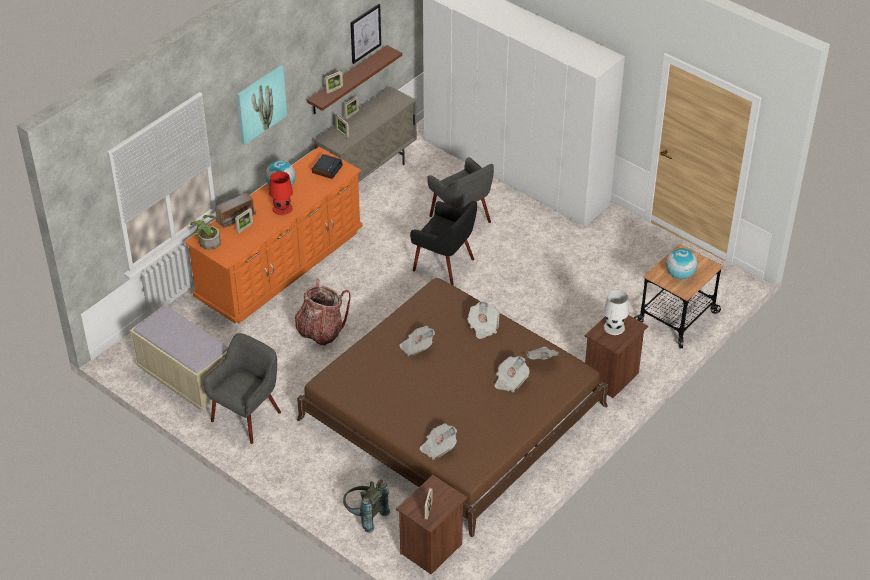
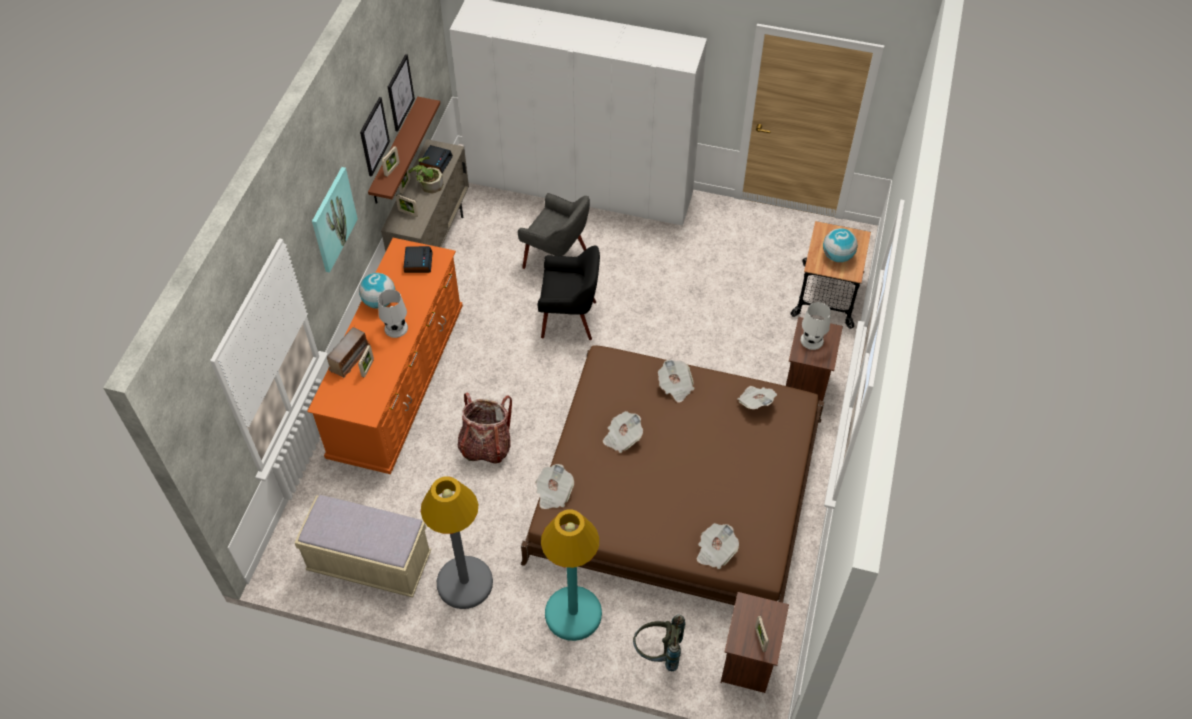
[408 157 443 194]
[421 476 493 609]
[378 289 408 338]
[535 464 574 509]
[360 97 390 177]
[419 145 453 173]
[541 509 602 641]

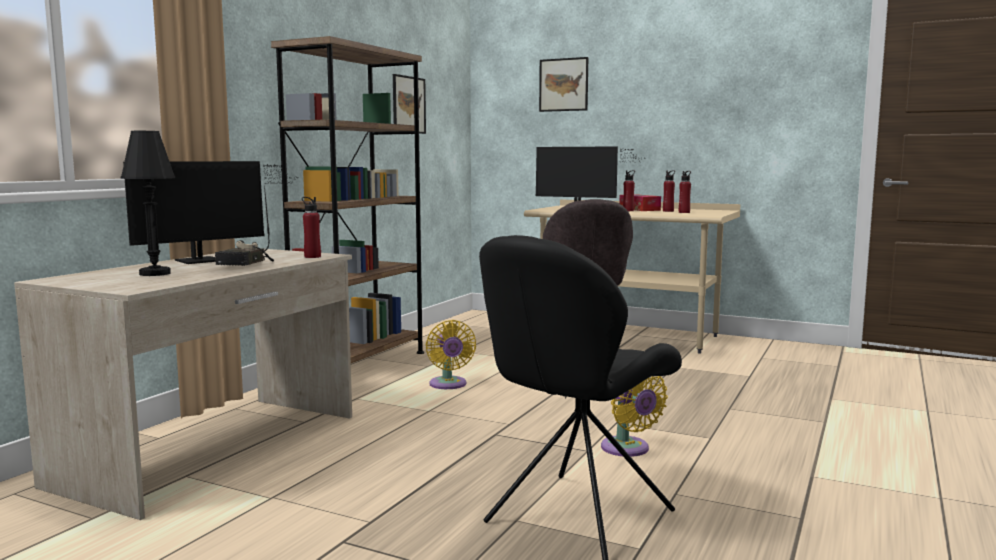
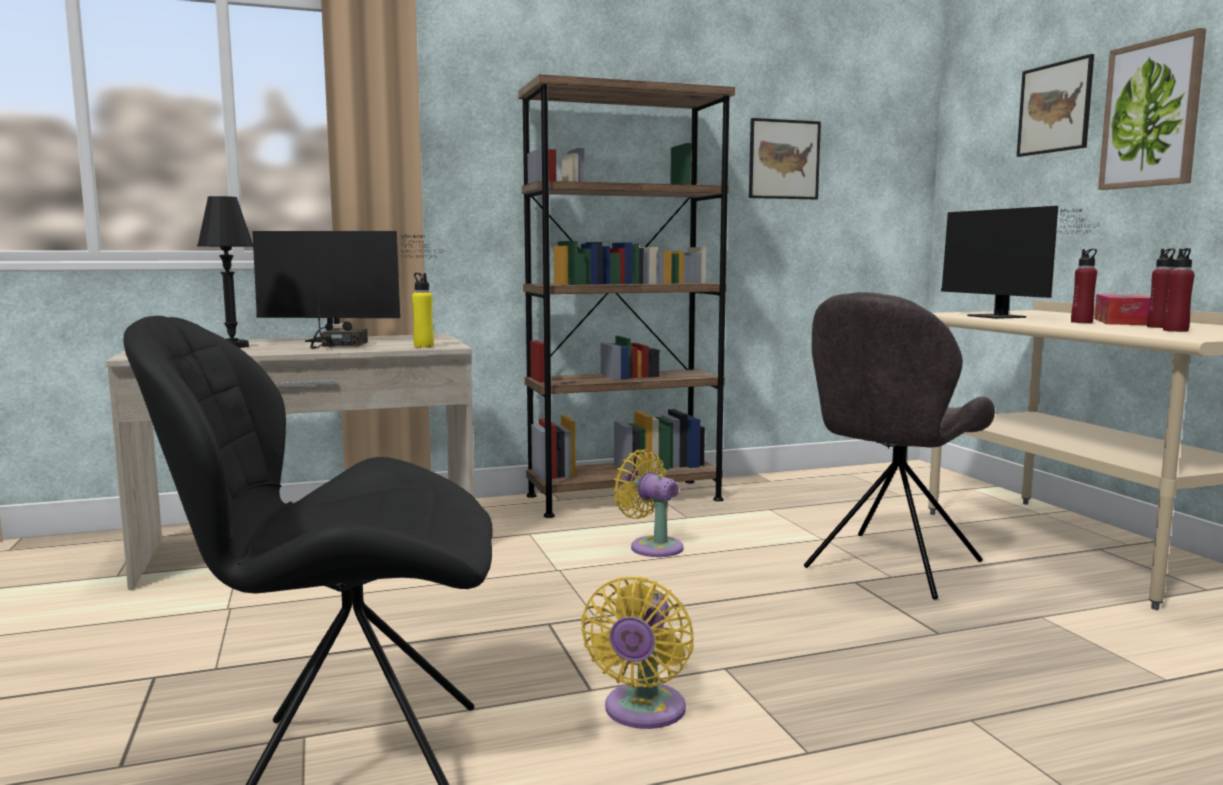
[310 261 368 349]
[412 273 434 348]
[613 449 683 557]
[1098 28 1206 190]

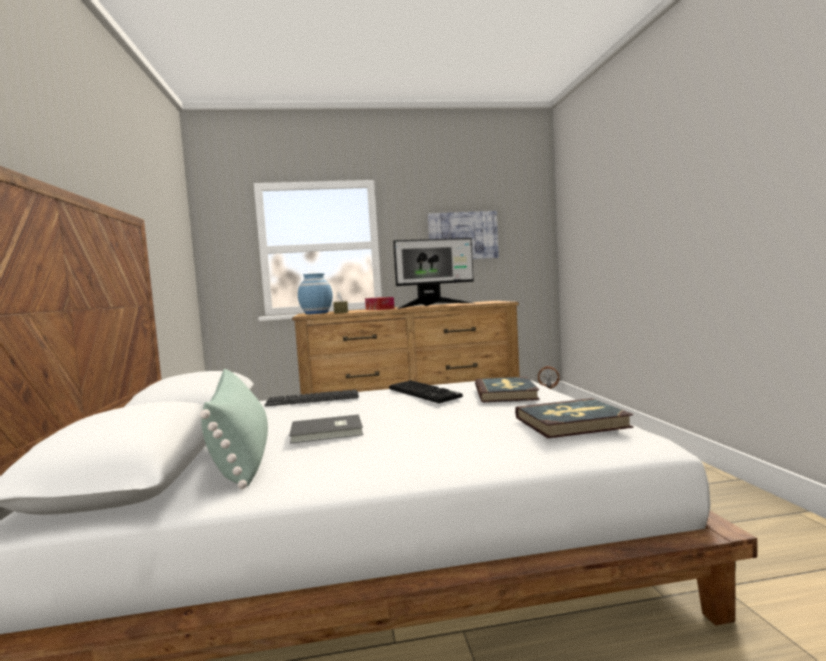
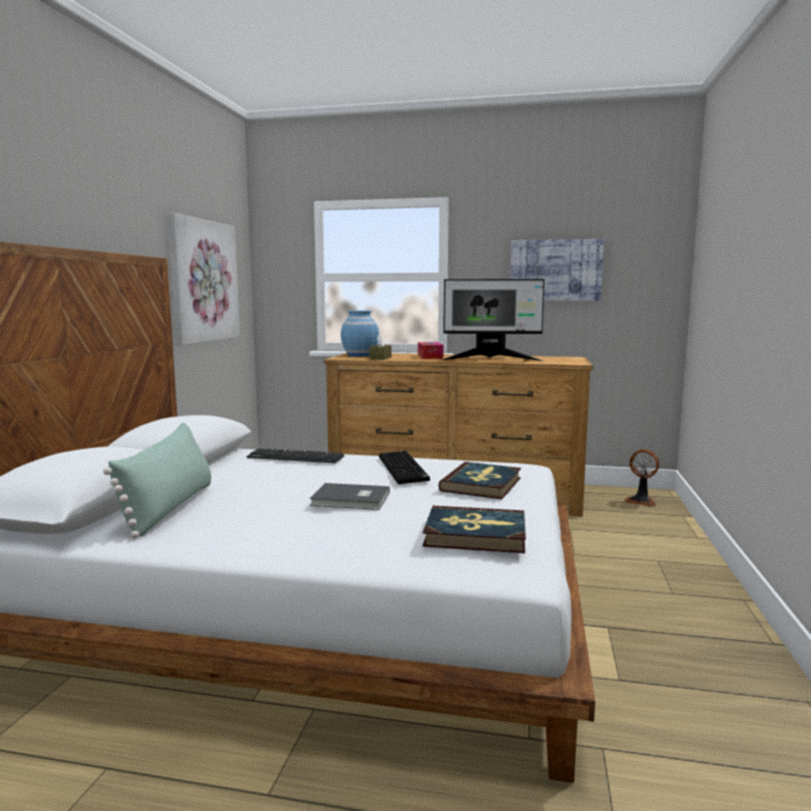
[310 483 390 510]
[168 213 240 345]

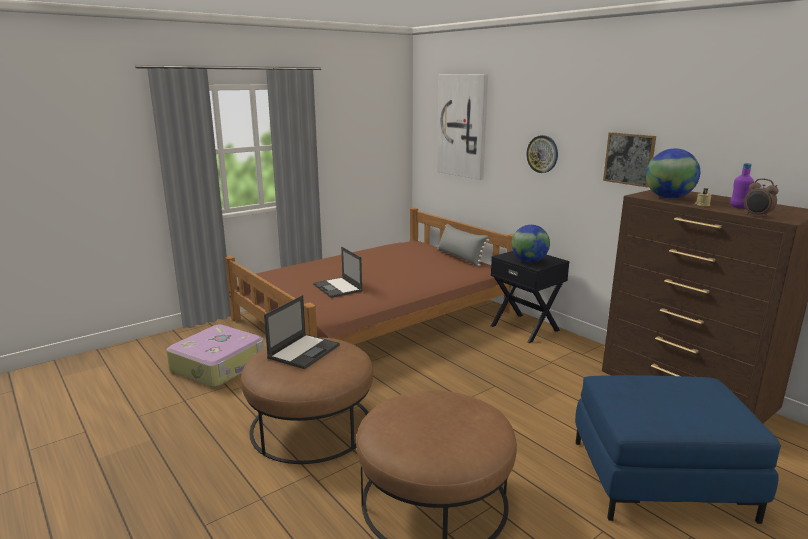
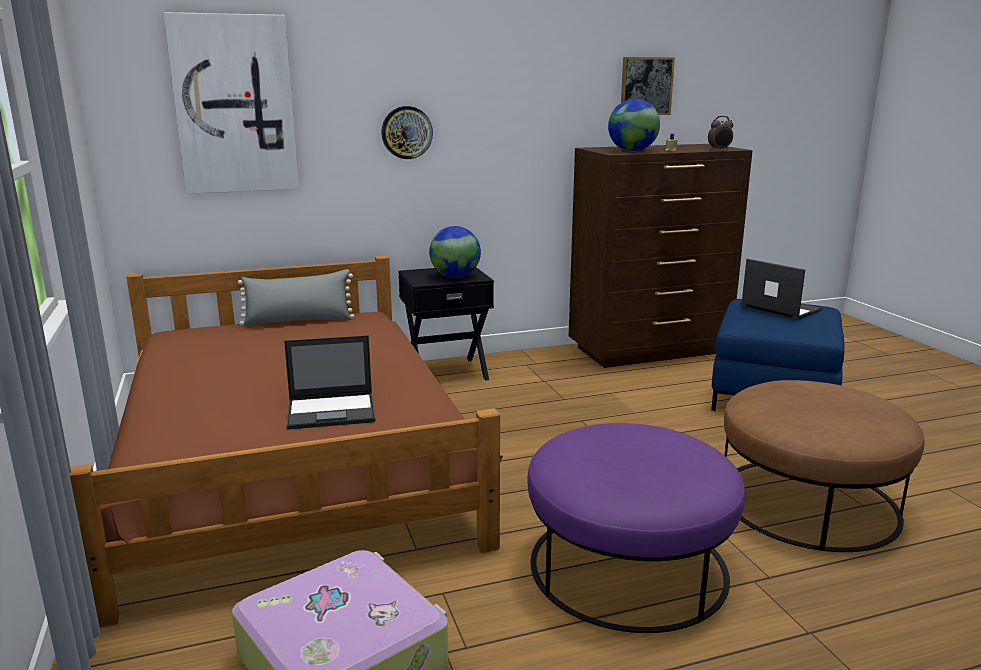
[527 423 745 633]
[741 259 822 320]
[621 57 675 115]
[730 163 754 209] (first image)

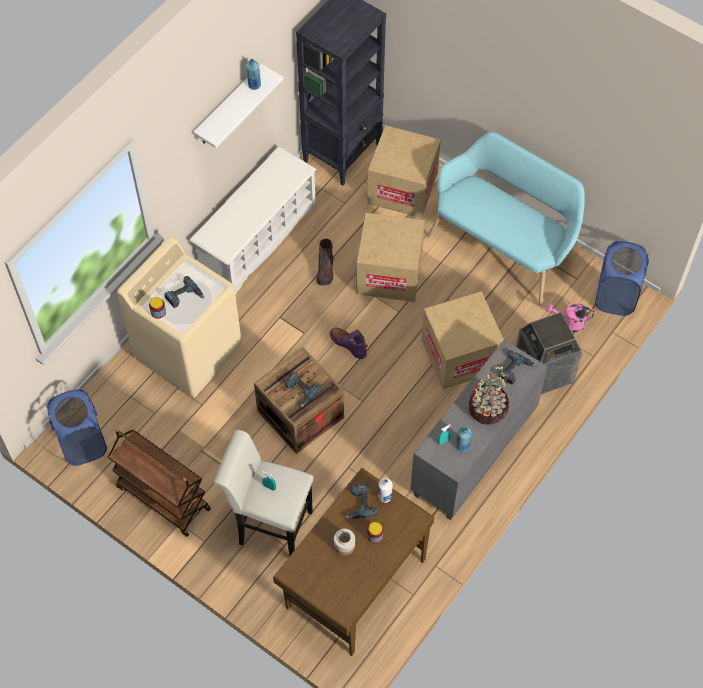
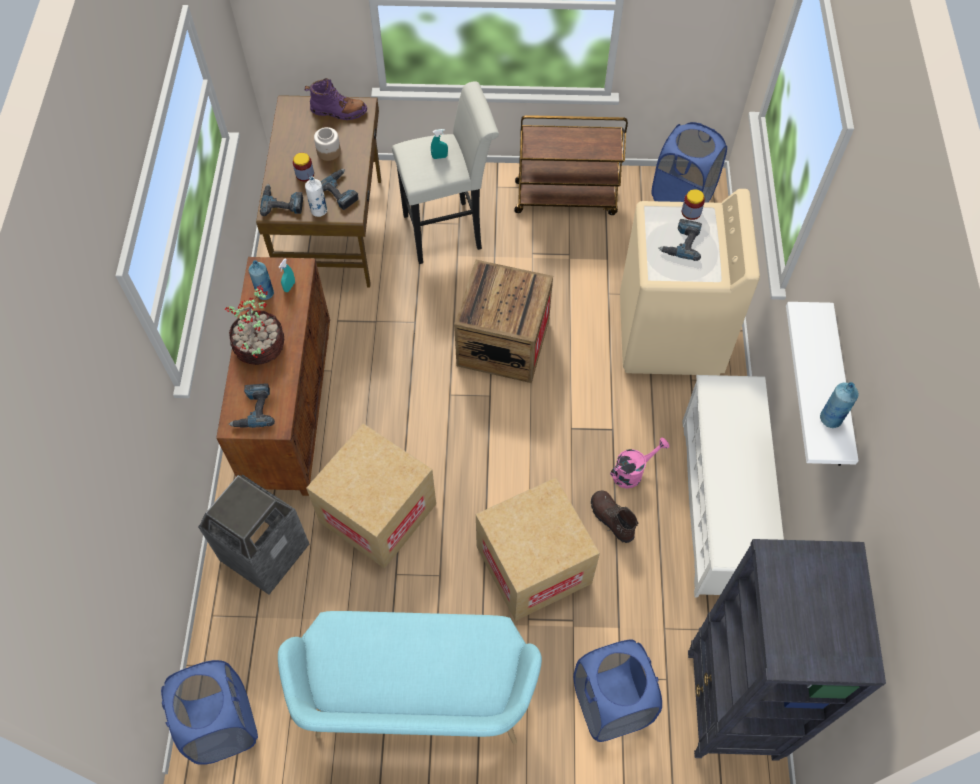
[260 184 303 216]
[305 78 367 120]
[573 639 662 742]
[216 257 330 496]
[610 438 670 489]

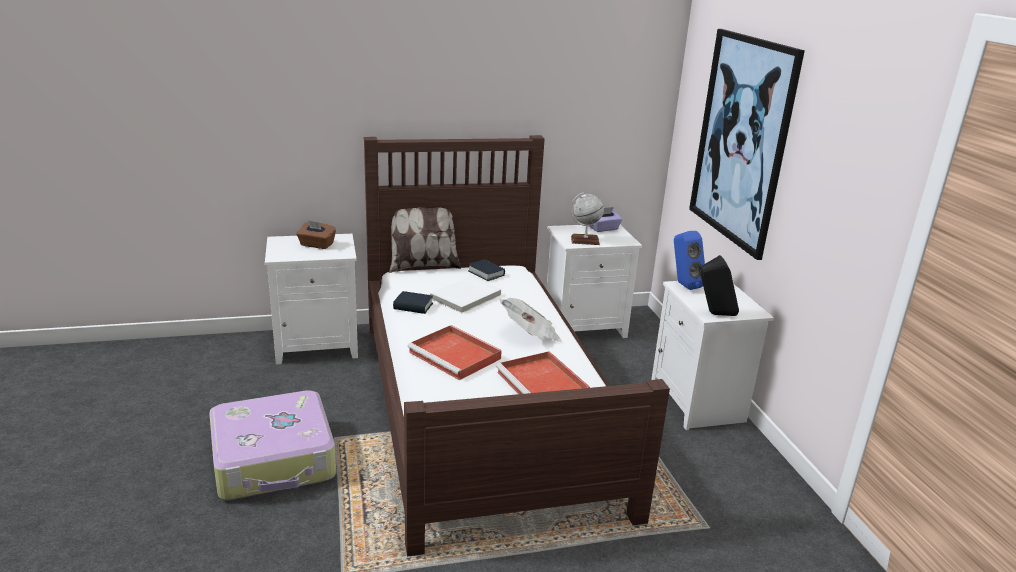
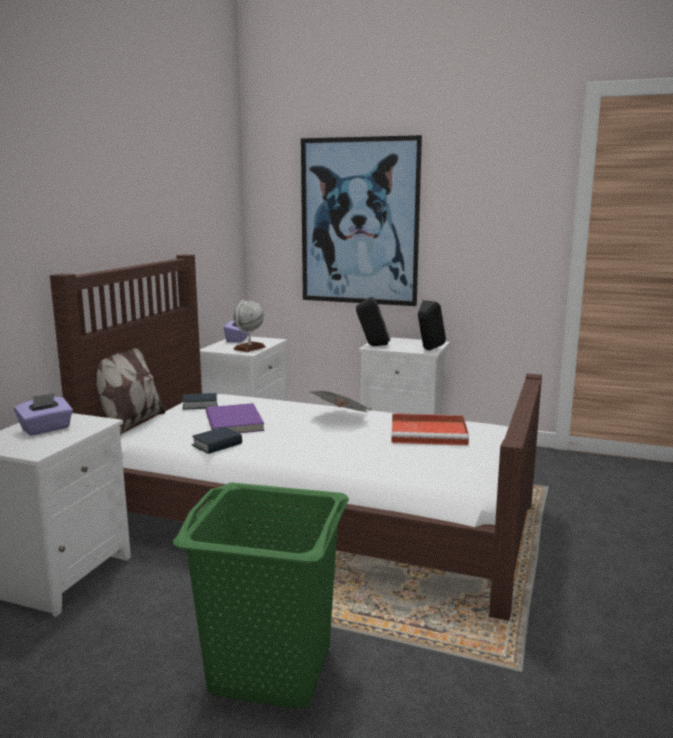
[173 482 349 709]
[14 393 73 436]
[408 325 502 380] (first image)
[206 403 265 433]
[356 297 390 346]

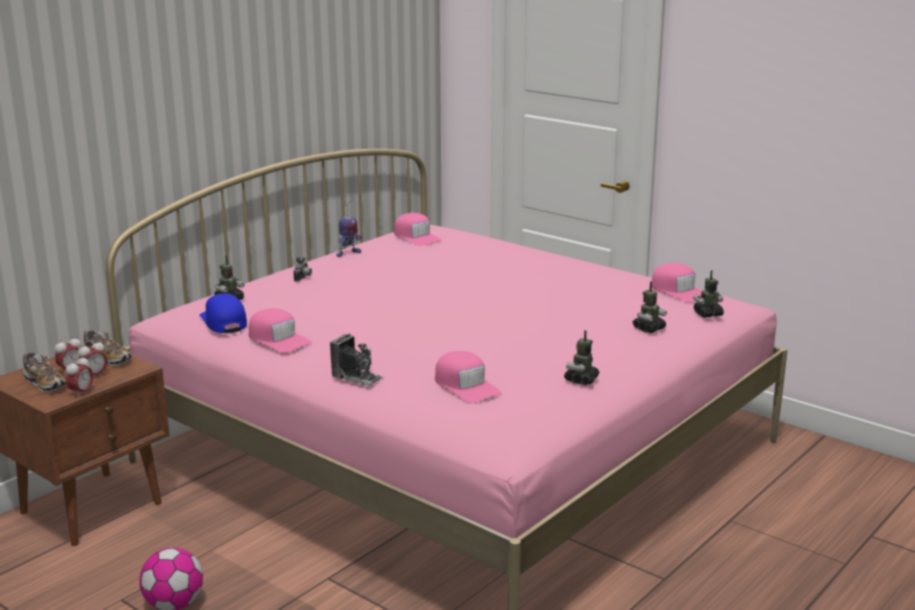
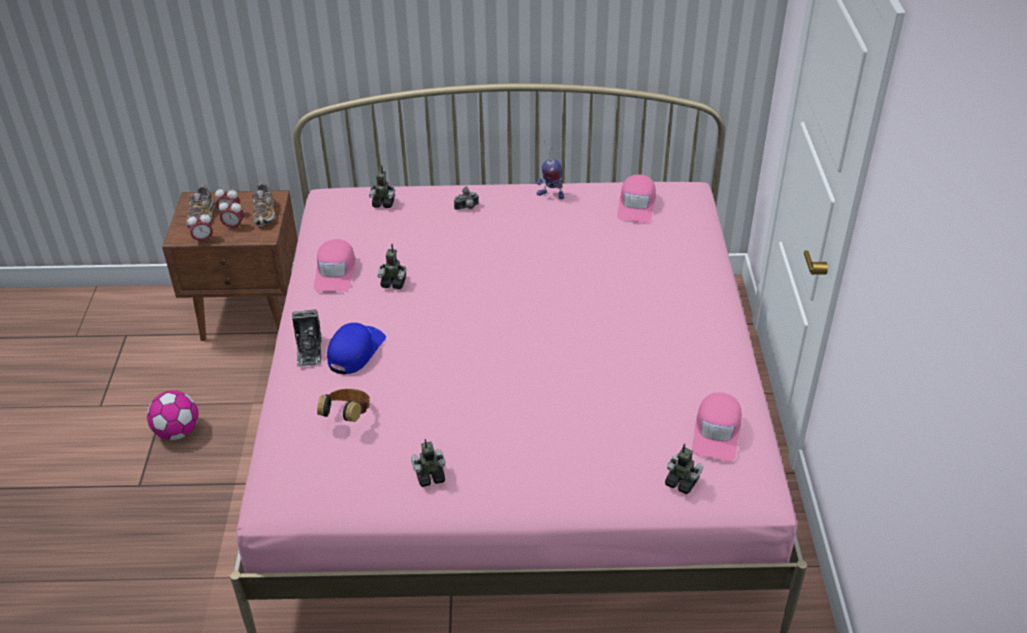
[327 323 386 374]
[317 389 370 422]
[378 243 406 289]

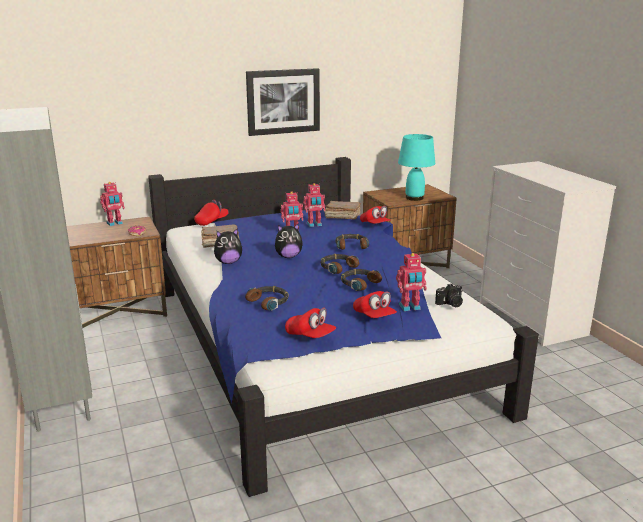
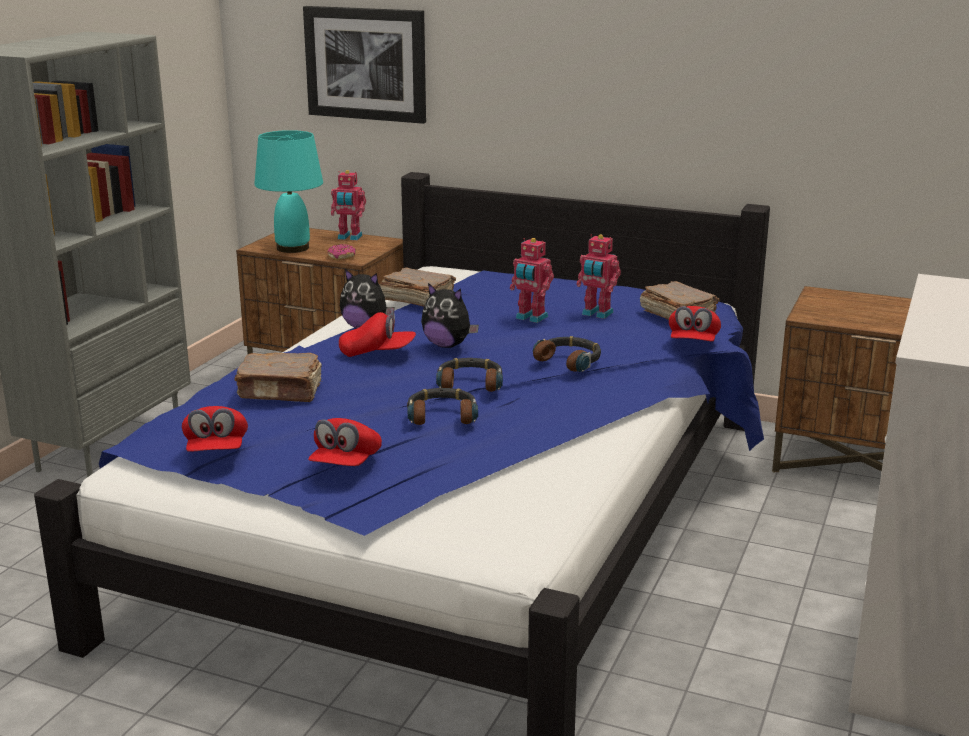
[339 308 416 357]
[234 353 322 402]
[303 6 426 124]
[396 253 427 311] (first image)
[254 130 323 253]
[435 284 463 307] (first image)

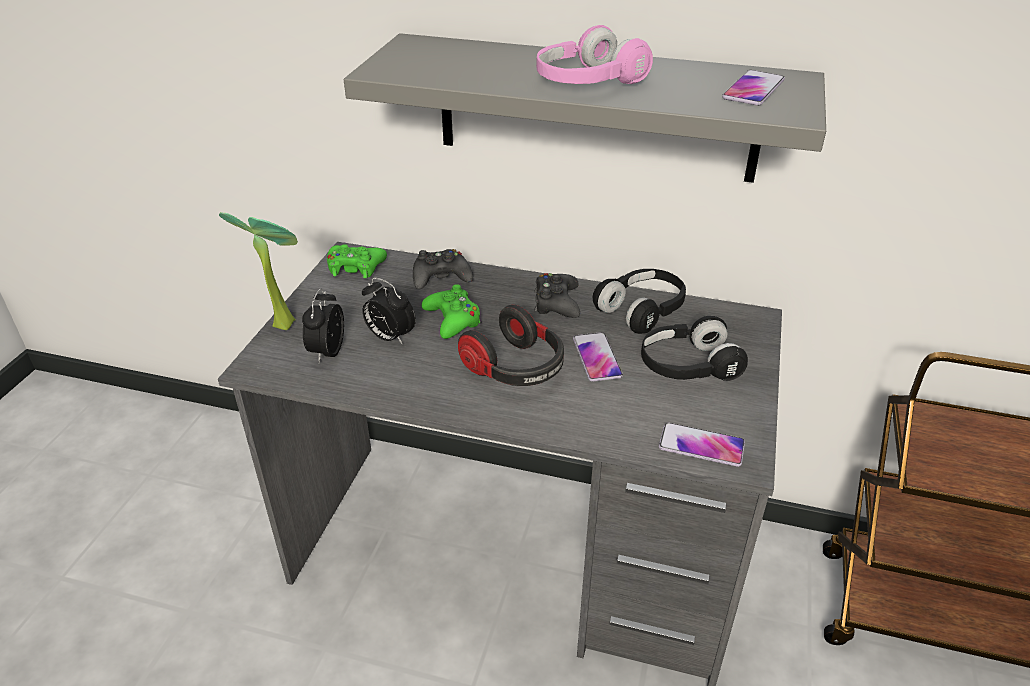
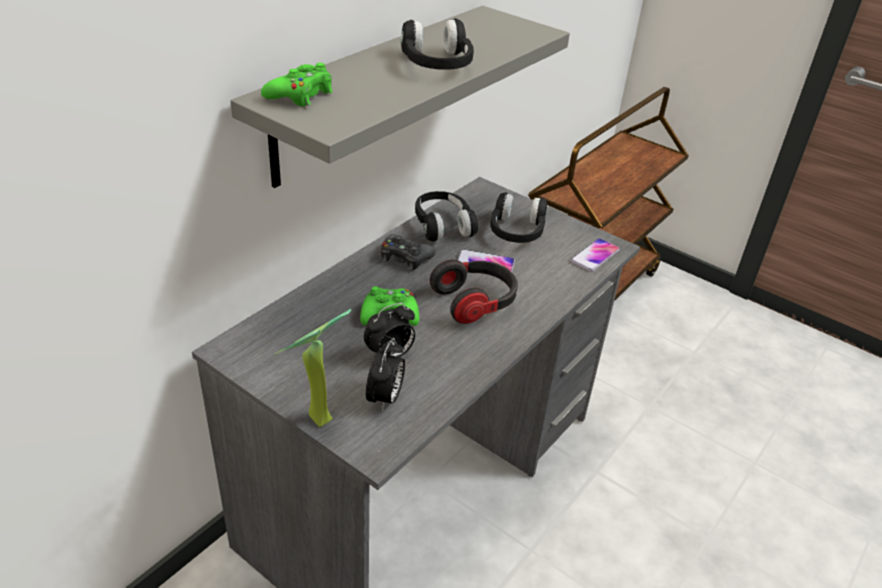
[366 340 405 411]
[261 63 333 107]
[413 249 473 289] (first image)
[401 18 474 70]
[722 70 785 106] (first image)

